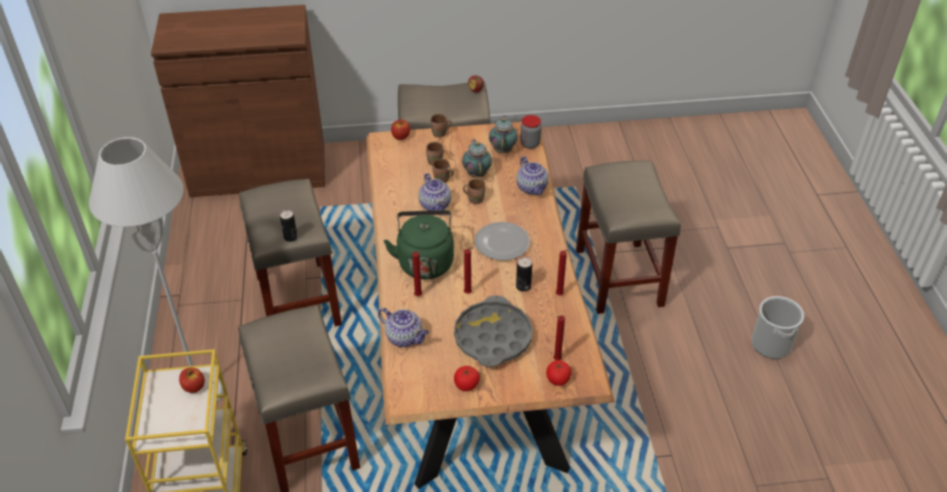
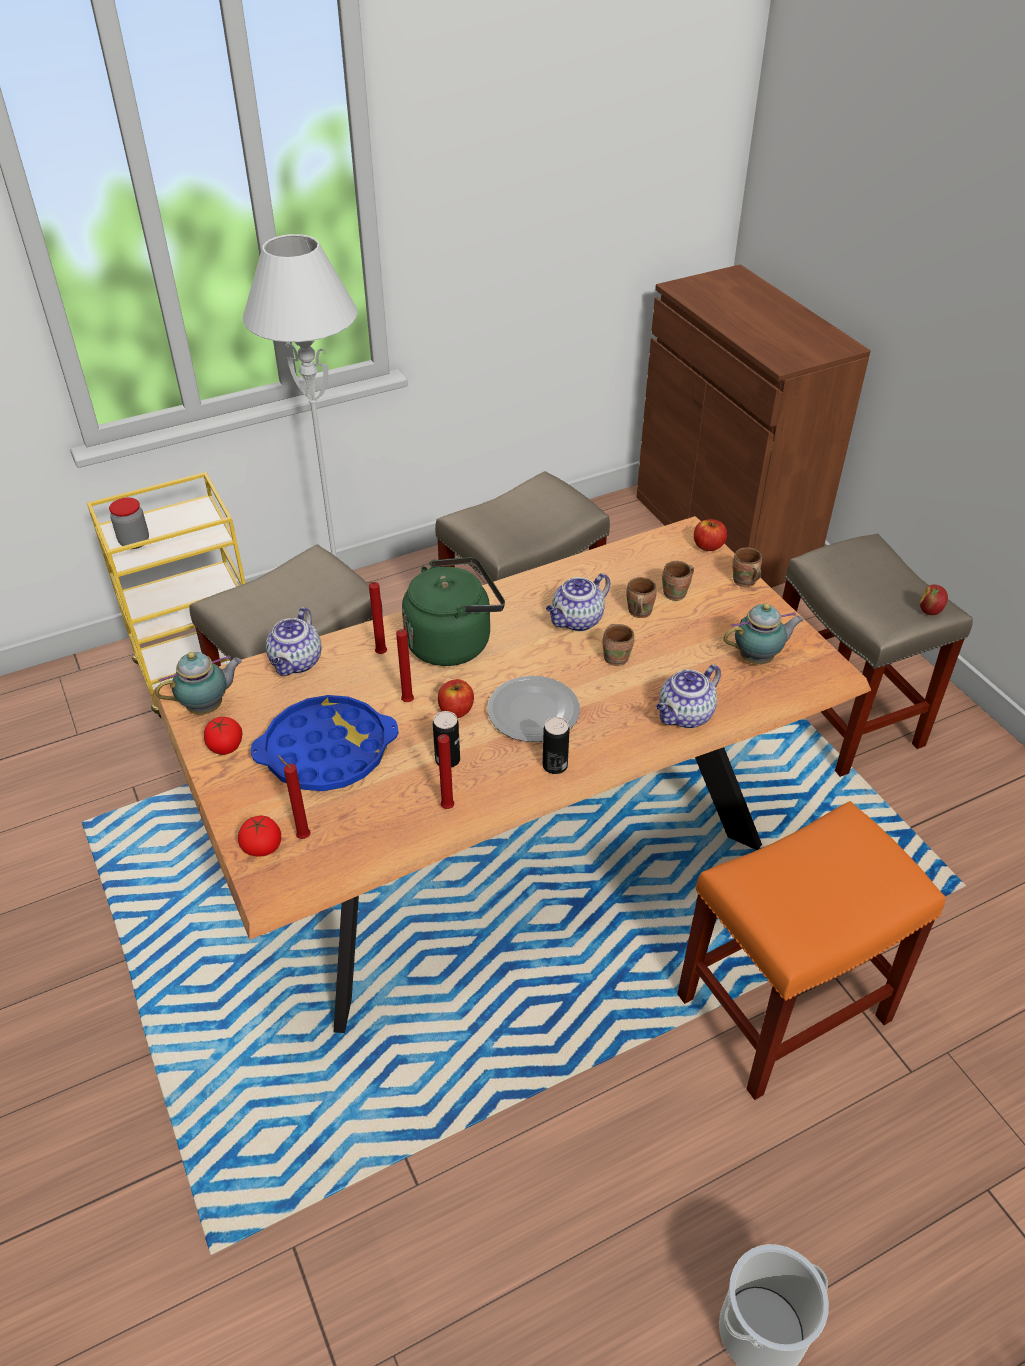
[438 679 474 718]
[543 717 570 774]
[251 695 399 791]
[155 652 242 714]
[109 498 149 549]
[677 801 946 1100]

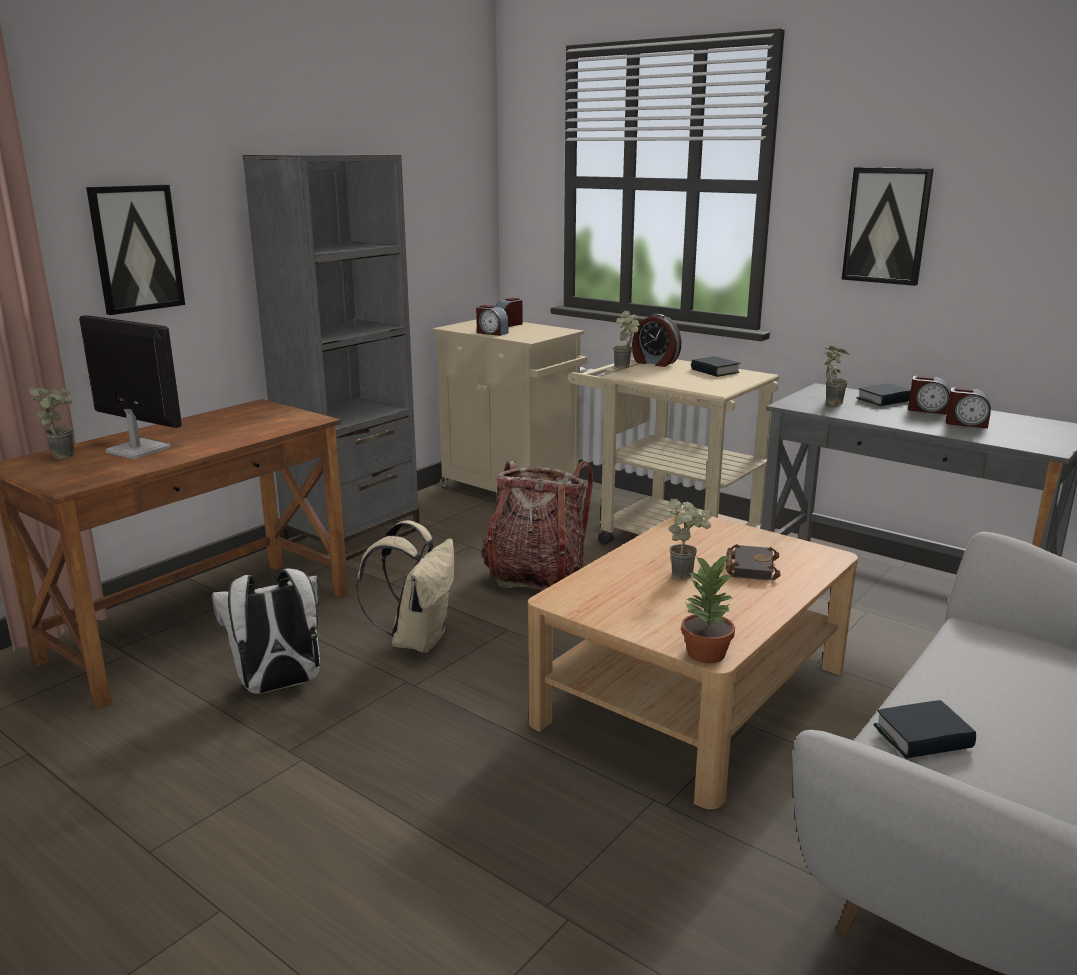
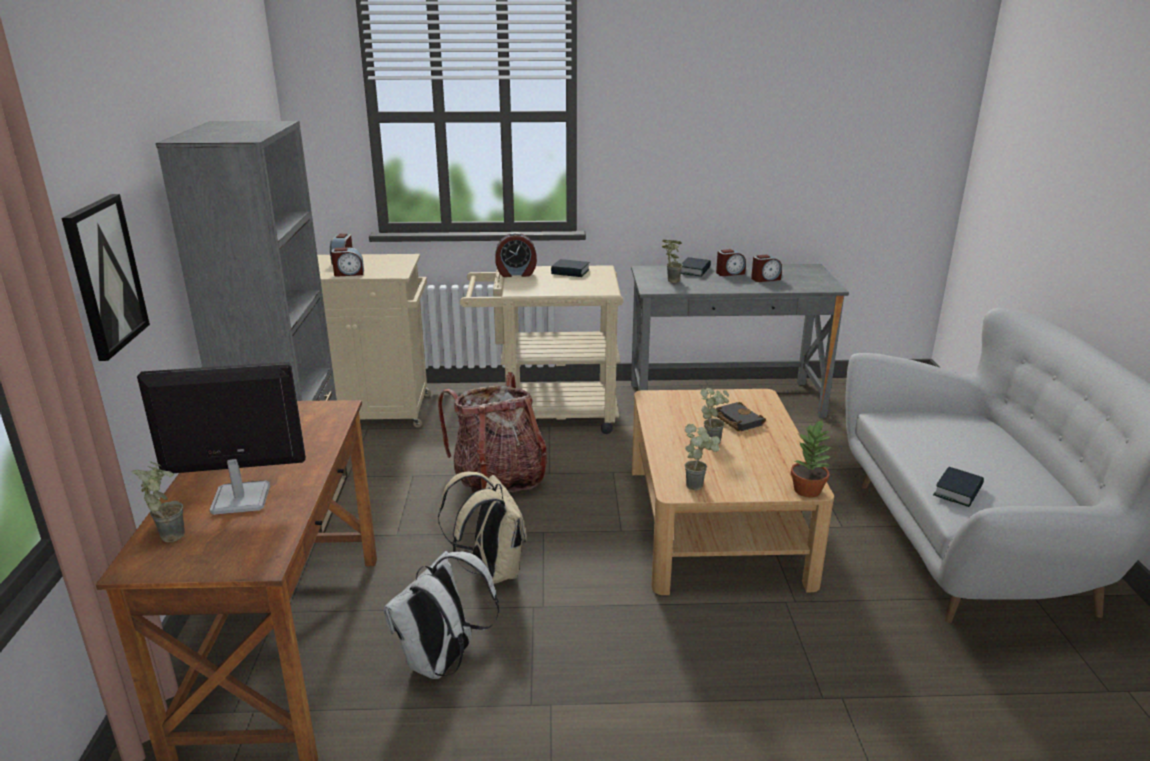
[684 424 720 490]
[841 167 934 286] (first image)

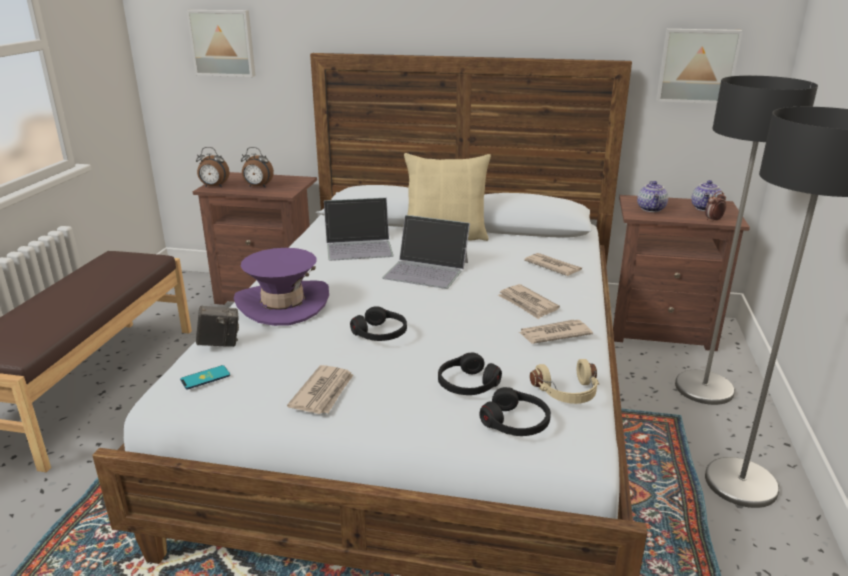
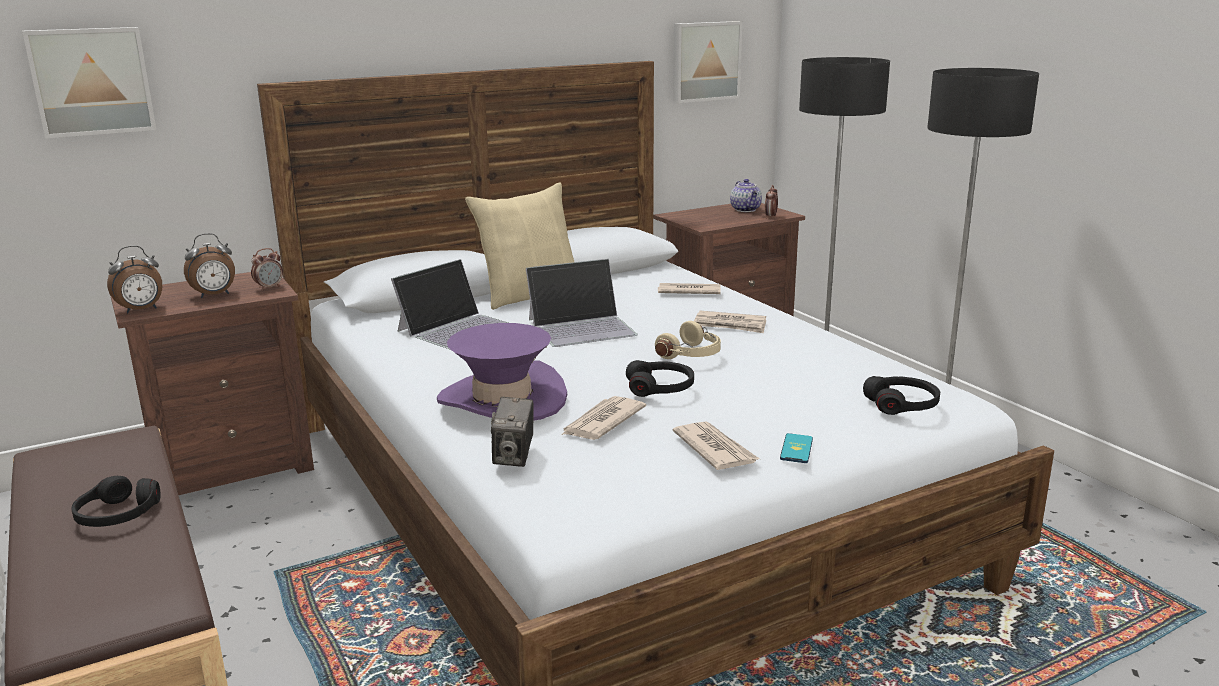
[780 433 813 463]
[491 397 534 467]
[72 476 160 527]
[561 396 646 440]
[655 321 721 359]
[637 181 668 212] (first image)
[251 248 283 291]

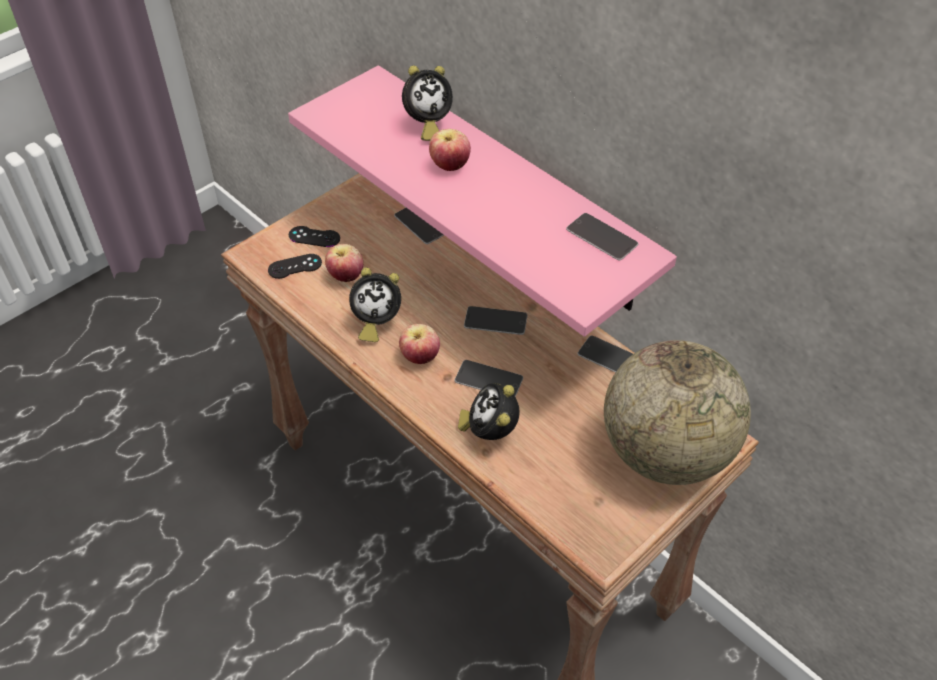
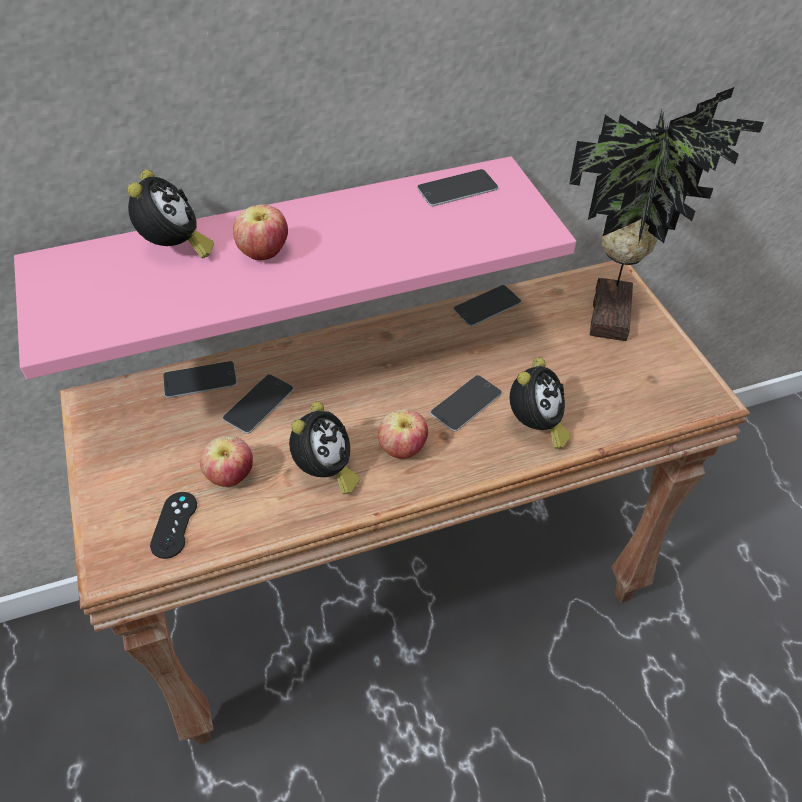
[289 226 340 247] (first image)
[510 357 571 449]
[222 374 294 434]
[569 87 764 341]

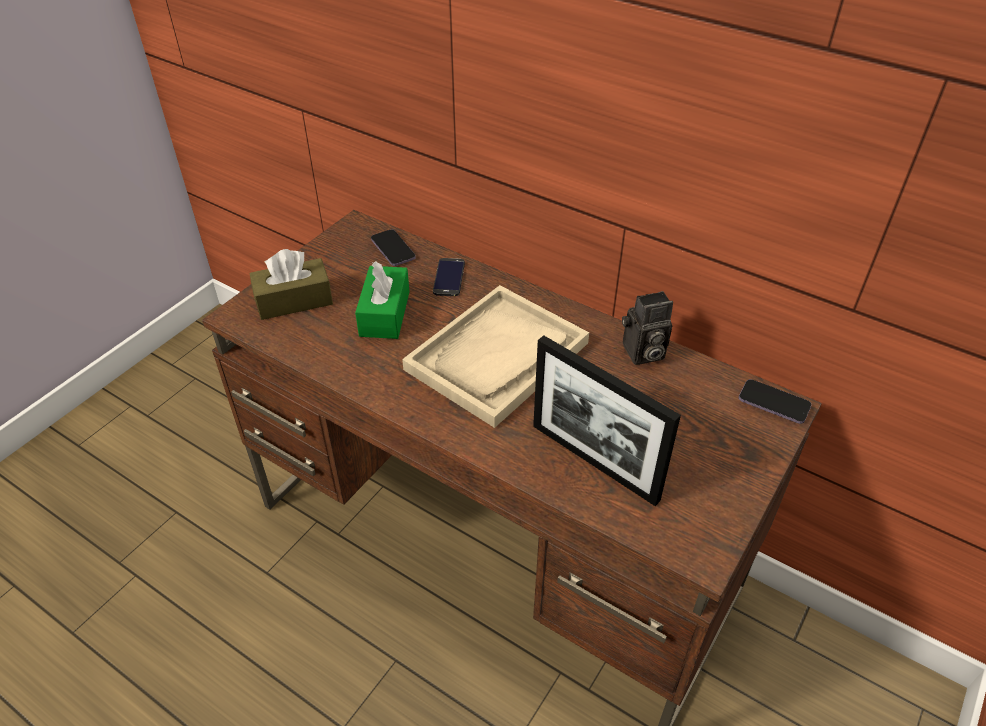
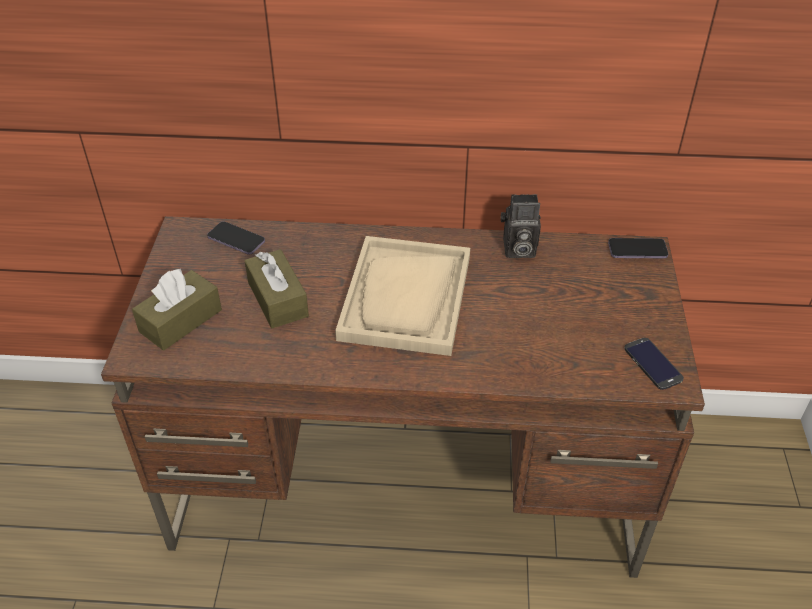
[244 249 309 328]
[624 338 684 390]
[533 335 681 506] (first image)
[501 194 541 258]

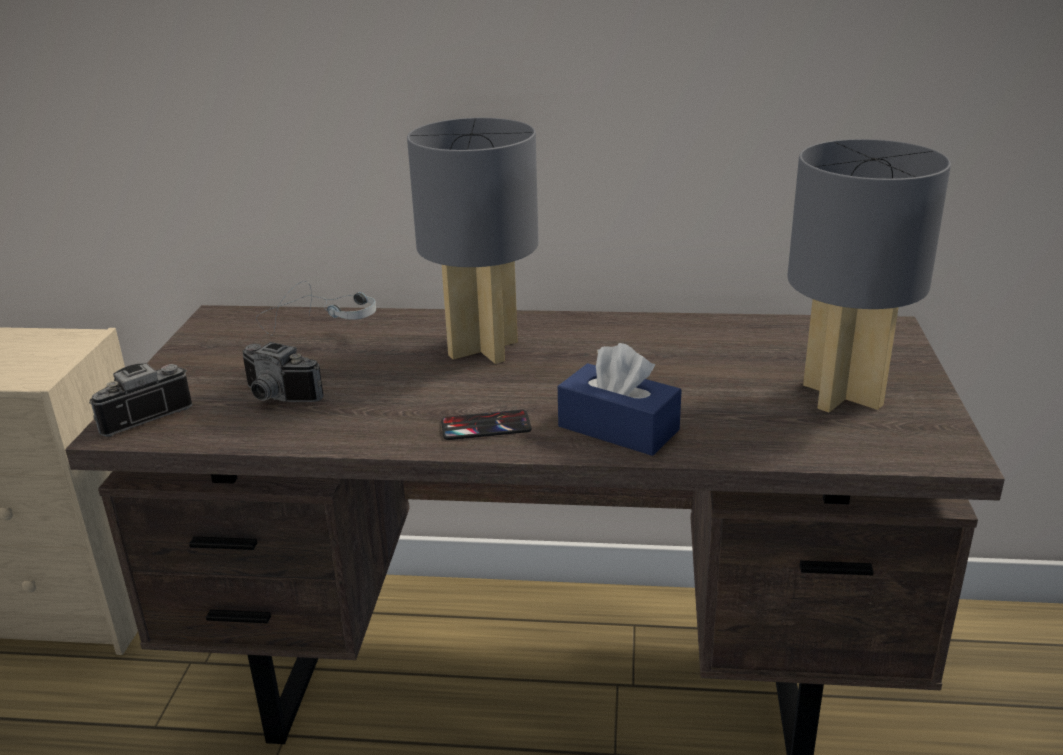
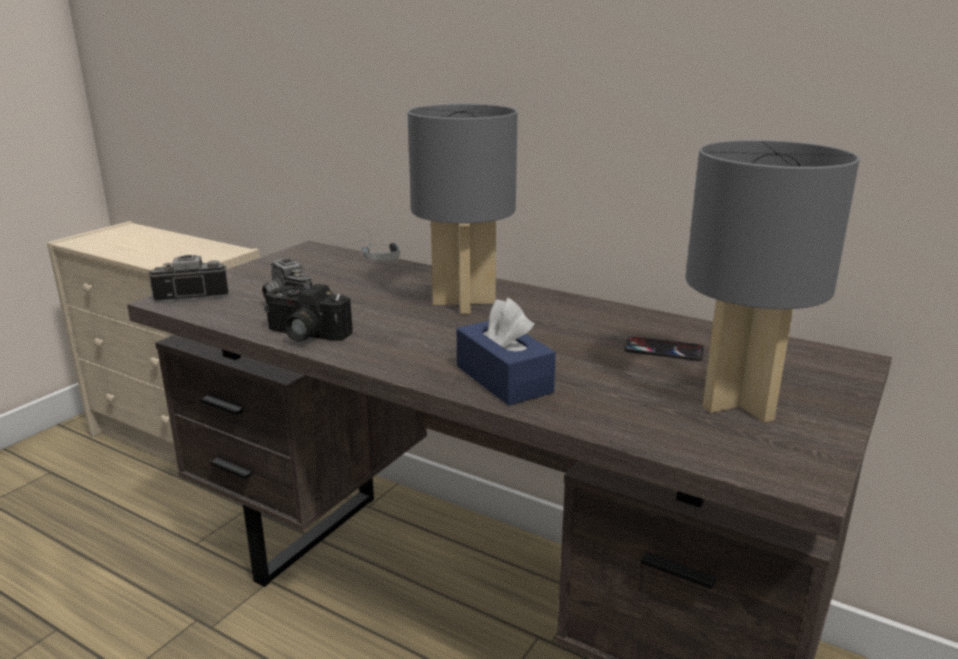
[624 336 704 361]
[264 284 353 341]

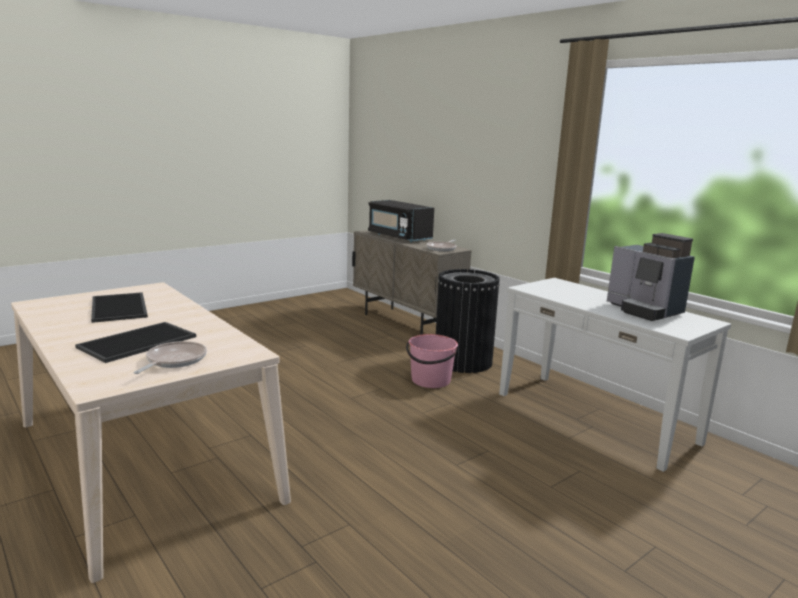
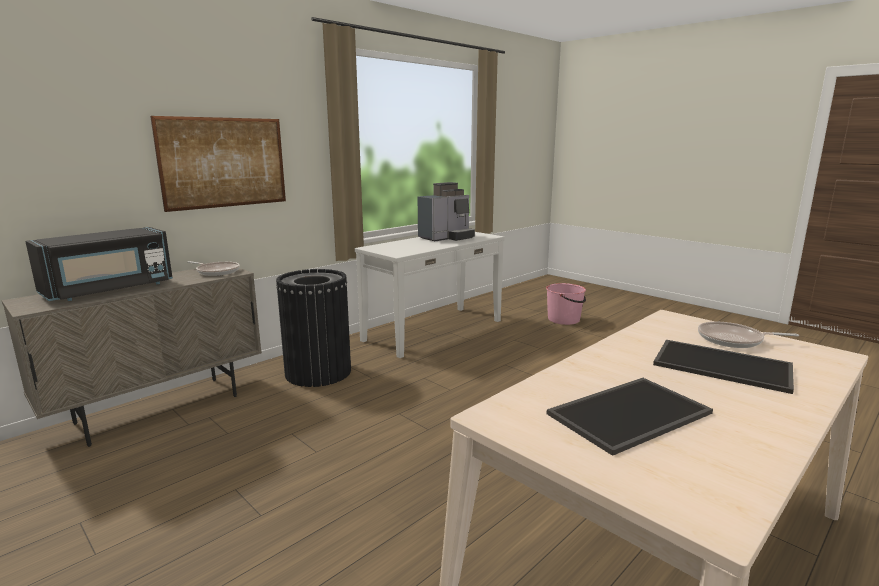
[546 283 586 325]
[150 116 286 212]

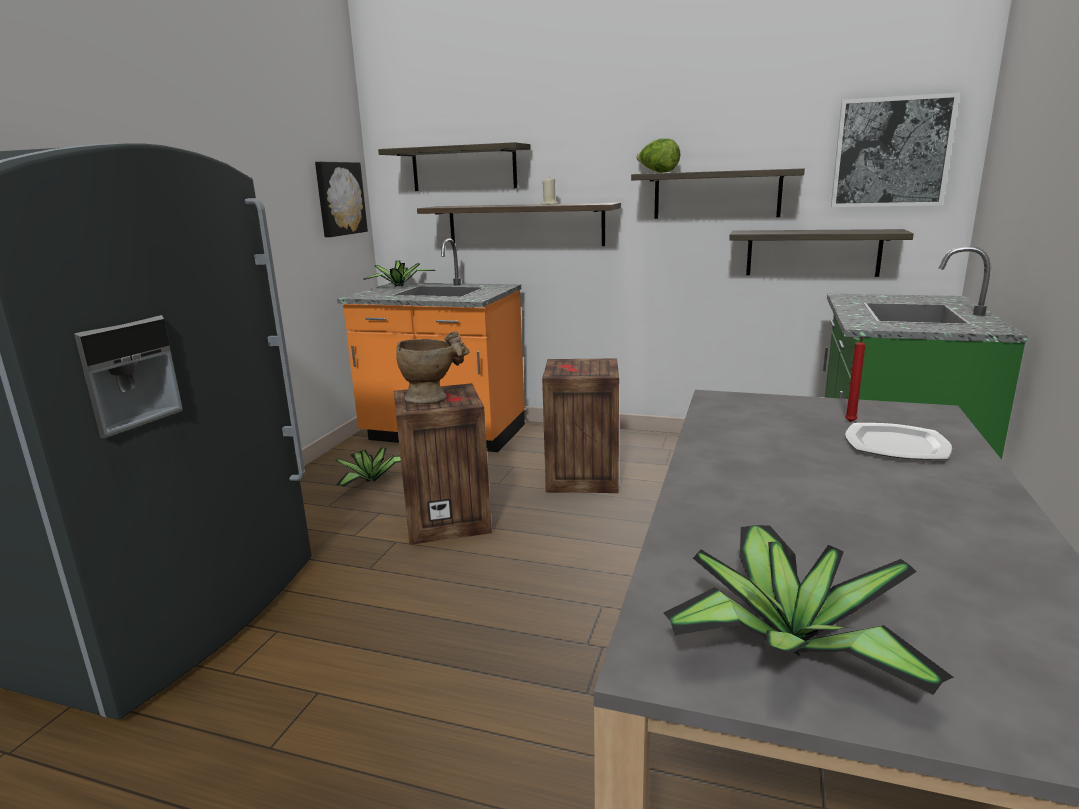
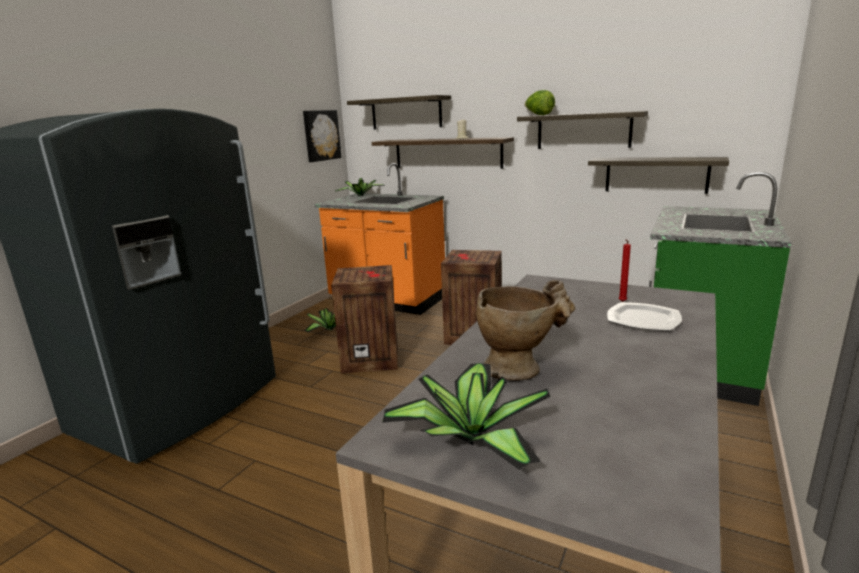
[476 280 575 381]
[831 93 960 207] (first image)

